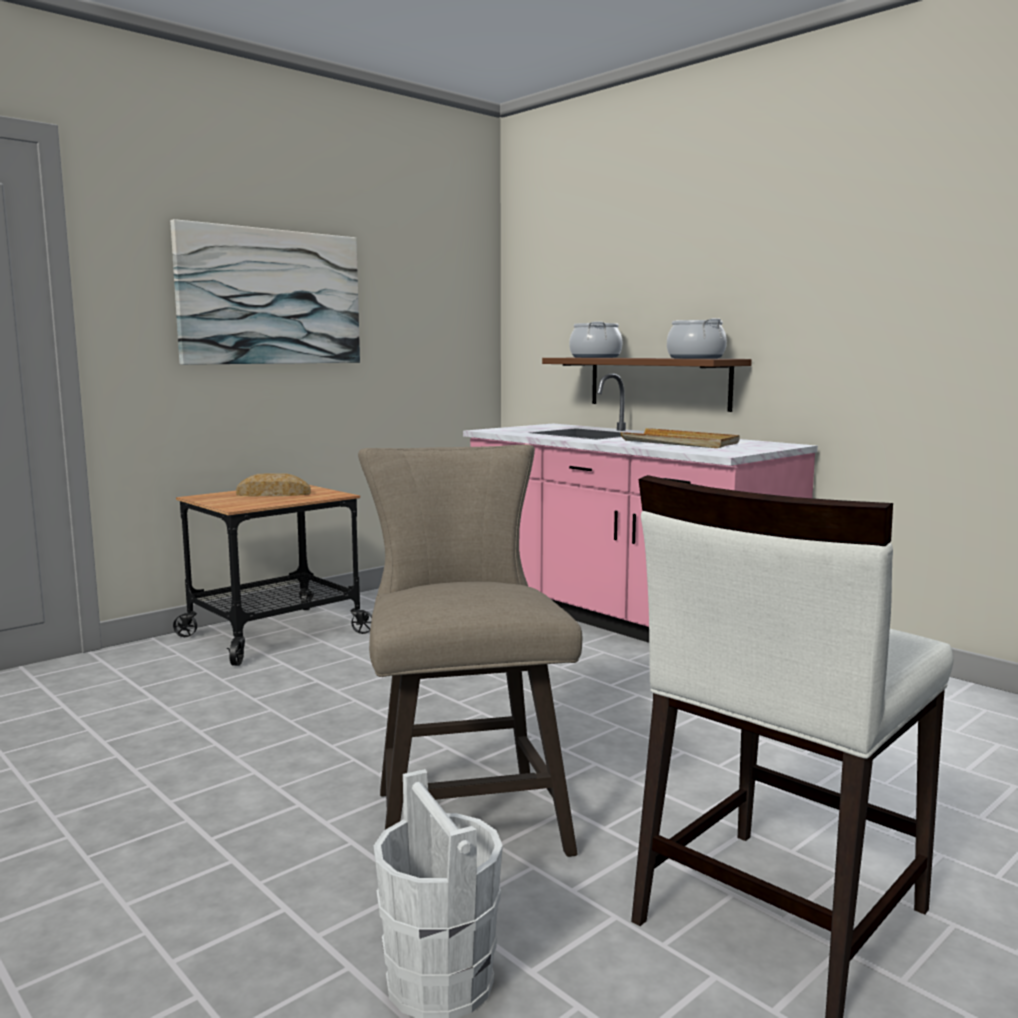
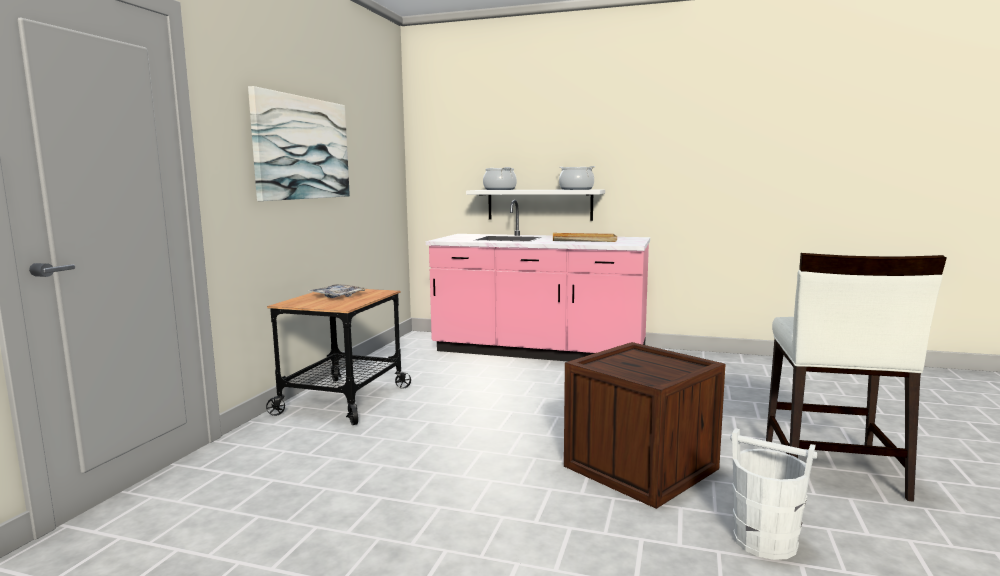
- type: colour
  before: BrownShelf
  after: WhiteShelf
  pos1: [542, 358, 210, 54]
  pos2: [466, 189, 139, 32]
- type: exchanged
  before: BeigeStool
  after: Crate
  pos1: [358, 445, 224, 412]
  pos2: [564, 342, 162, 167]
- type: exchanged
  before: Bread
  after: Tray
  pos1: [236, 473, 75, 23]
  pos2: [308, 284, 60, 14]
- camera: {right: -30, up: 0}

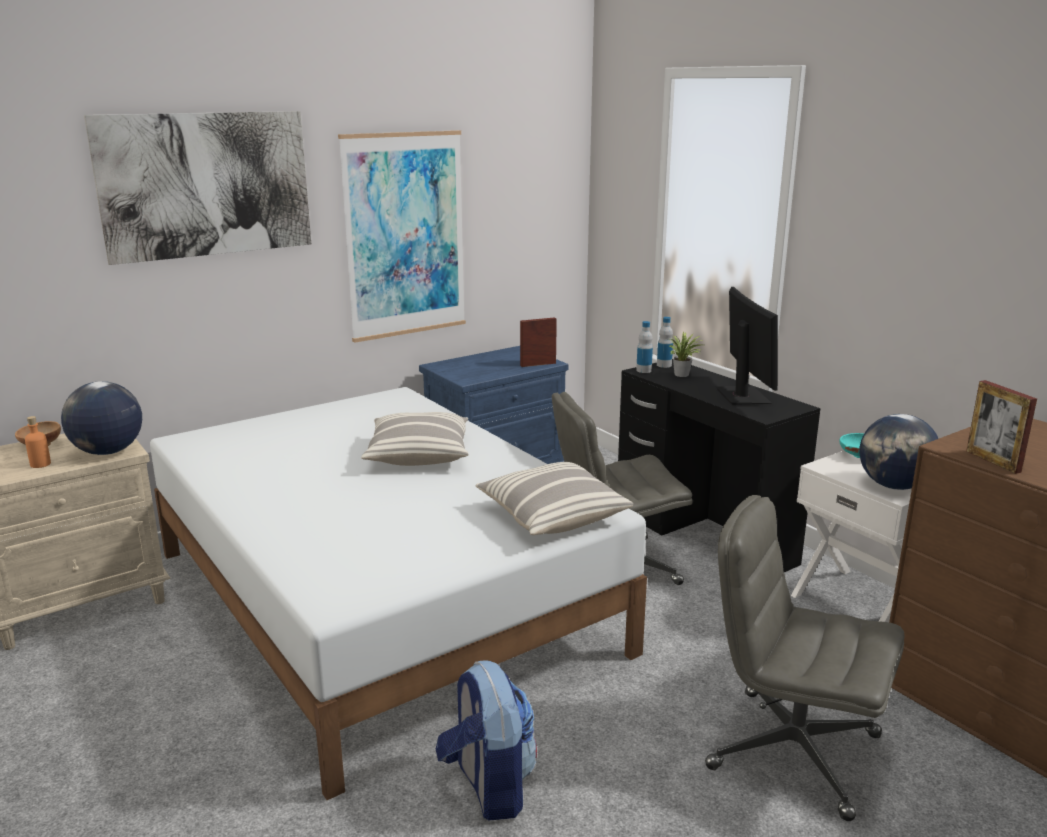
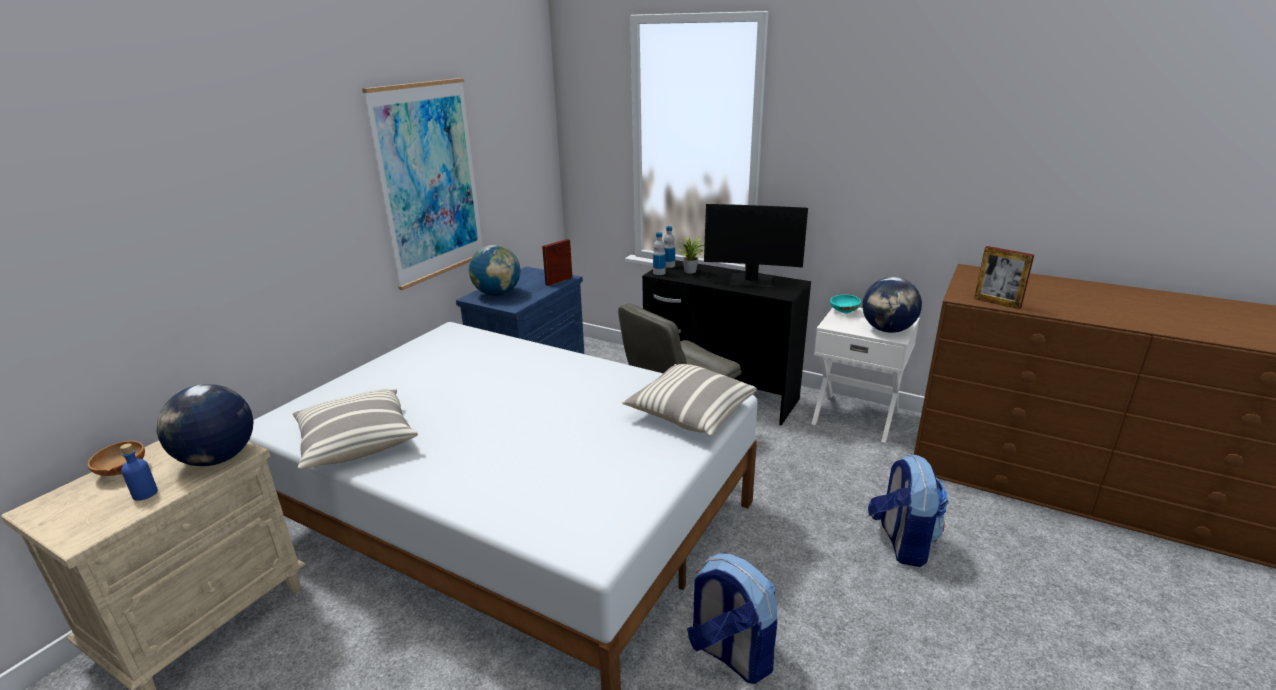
- type: missing
  before: Picture
  pos1: [84, 111, 227, 154]
- type: spun
  before: Monitor
  pos1: [715, 287, 63, 118]
  pos2: [704, 204, 104, 84]
  turn: 135
- type: relocated
  before: Pillow
  pos1: [361, 412, 108, 54]
  pos2: [293, 389, 125, 80]
- type: colour
  before: OrangeBottle
  after: BlueBottle
  pos1: [25, 416, 26, 52]
  pos2: [120, 443, 38, 58]
- type: exchanged
  before: GreyOfficeChair
  after: Backpack
  pos1: [705, 495, 200, 326]
  pos2: [868, 454, 81, 113]
- type: appeared
  after: Globe
  pos2: [469, 245, 51, 51]
- camera: {right: -25, up: 5}

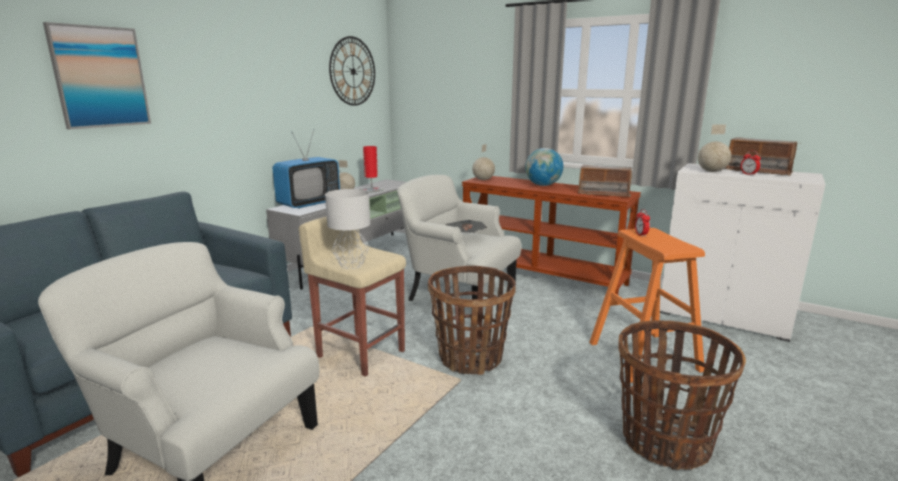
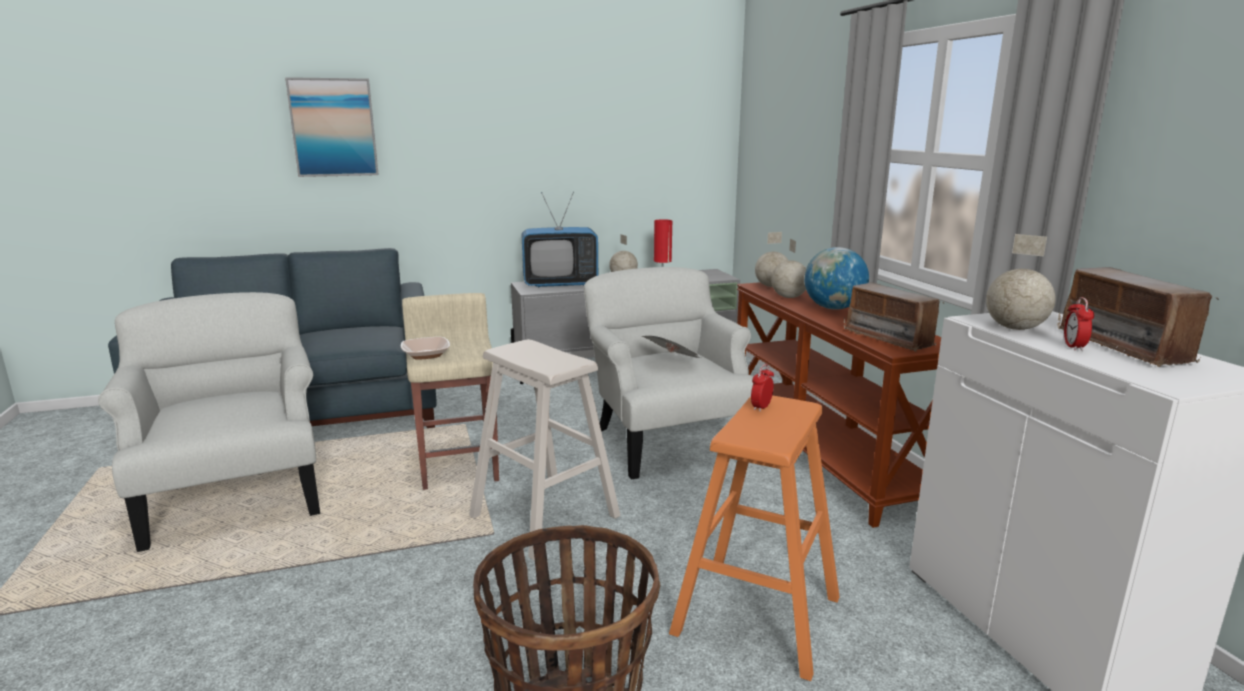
- type: missing
  before: WallClock
  pos1: [329, 36, 46, 70]
- type: exchanged
  before: GreyTableLamp
  after: Bowl
  pos1: [325, 189, 45, 80]
  pos2: [401, 337, 49, 23]
- type: exchanged
  before: Basket
  after: BeigeStool
  pos1: [428, 266, 88, 109]
  pos2: [469, 339, 152, 222]
- type: appeared
  after: Globe
  pos2: [771, 239, 35, 59]
- camera: {right: 40, up: 0}

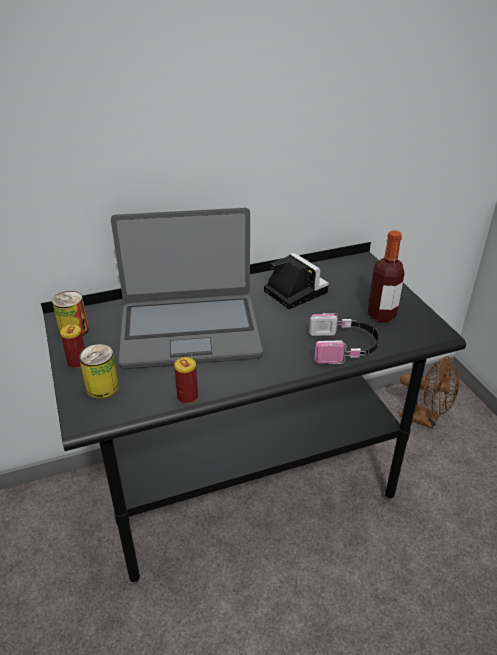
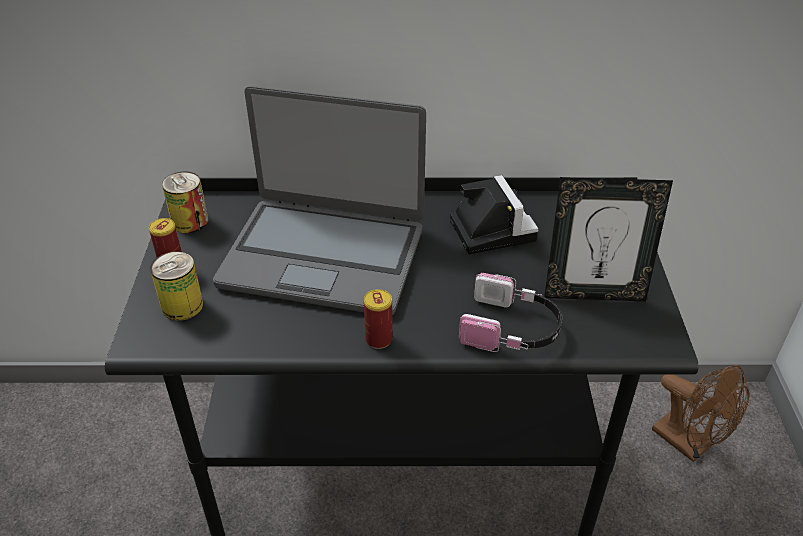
- type: exchanged
  before: Bottle
  after: PictureFrame
  pos1: [368, 230, 37, 92]
  pos2: [544, 177, 129, 124]
- type: relocated
  before: Can
  pos1: [174, 357, 24, 47]
  pos2: [364, 289, 29, 60]
- camera: {right: 20, up: 5}

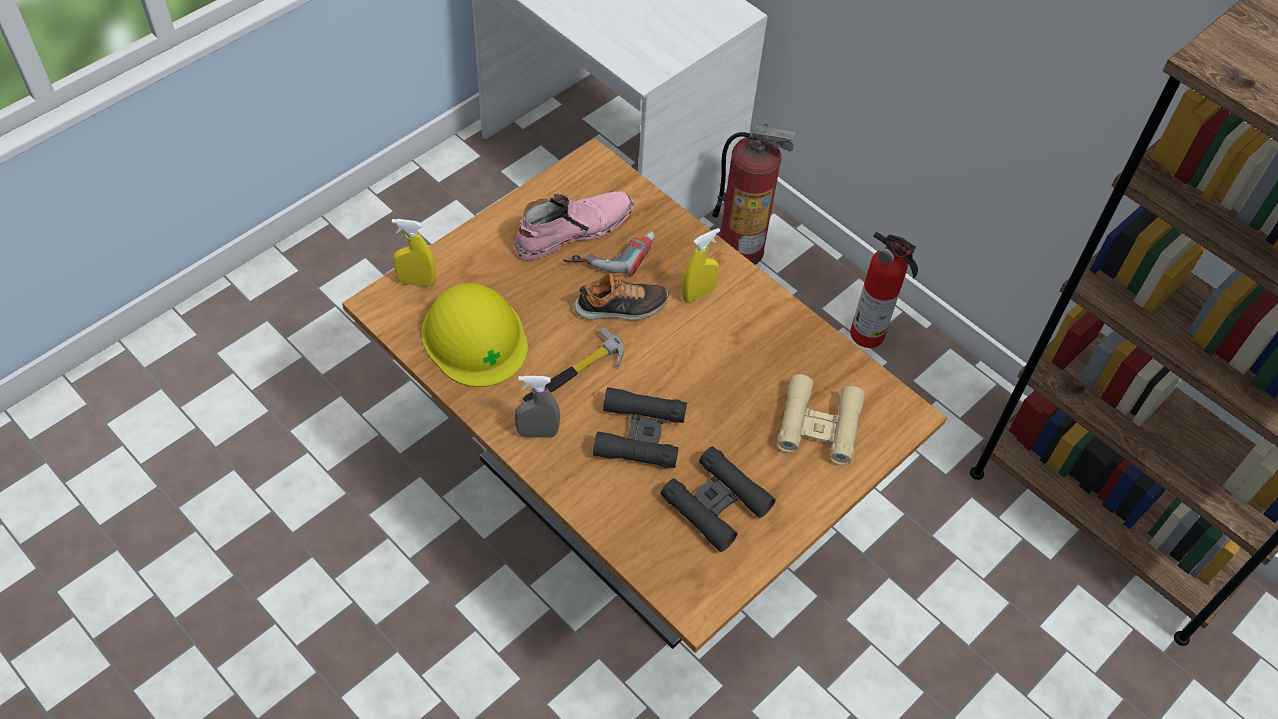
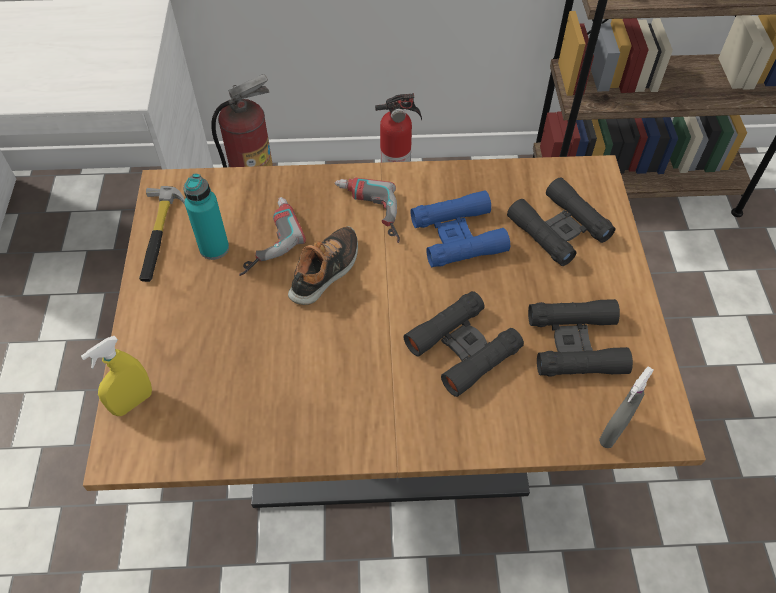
- type: exchanged
  before: PinkBoot
  after: TurquoiseBottle
  pos1: [514, 191, 119, 69]
  pos2: [184, 174, 45, 86]
- type: exchanged
  before: YellowSprayBottle
  after: PowerDrill
  pos1: [682, 228, 38, 75]
  pos2: [335, 177, 65, 66]
- type: missing
  before: YellowHardHat
  pos1: [422, 283, 106, 104]
- type: relocated
  before: Hammer
  pos1: [523, 327, 101, 75]
  pos2: [139, 186, 46, 96]
- type: colour
  before: BeigeBinoculars
  after: BlackBinoculars
  pos1: [777, 374, 88, 91]
  pos2: [507, 178, 108, 88]
- type: relocated
  before: GreySprayBottle
  pos1: [514, 376, 46, 62]
  pos2: [599, 366, 55, 82]
- type: appeared
  after: BlueBinoculars
  pos2: [410, 190, 100, 77]
- camera: {right: -45, up: 0}

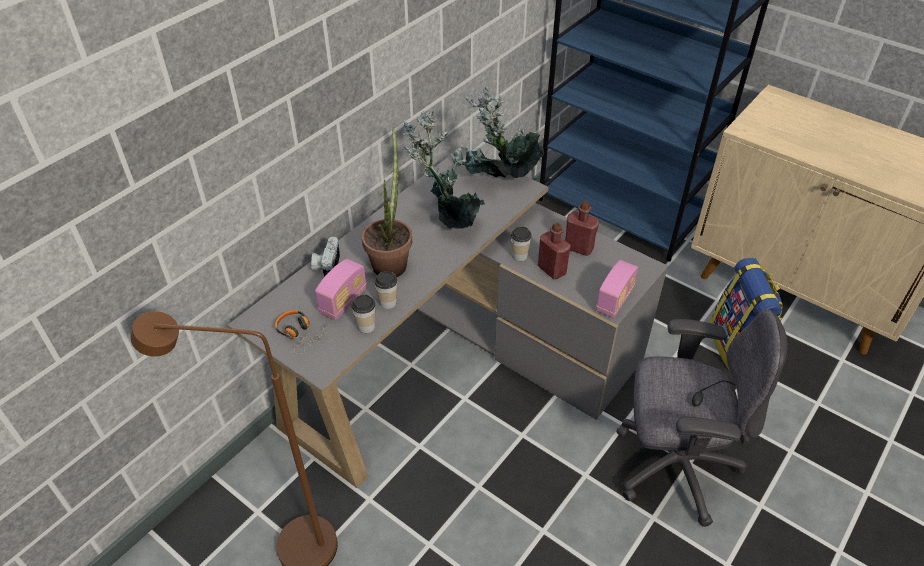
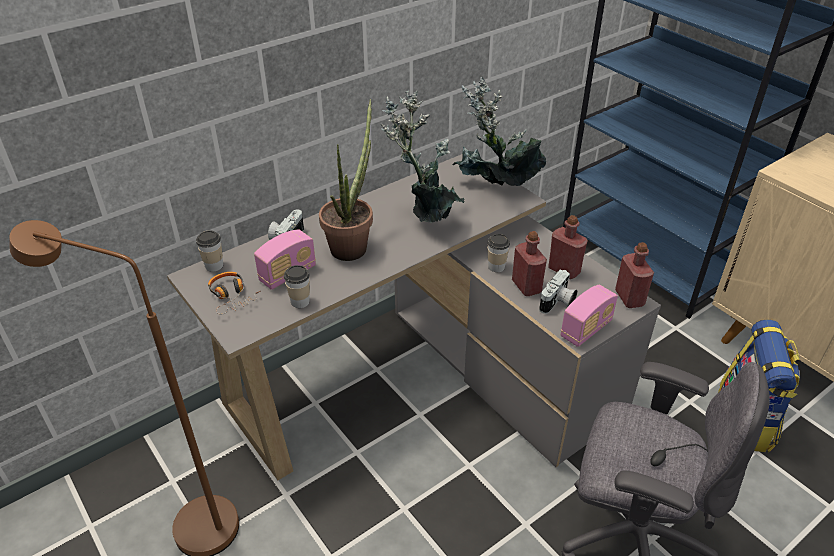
- type: relocated
  before: Cup
  pos1: [374, 271, 24, 38]
  pos2: [196, 231, 27, 41]
- type: appeared
  after: RedBottle
  pos2: [615, 242, 39, 66]
- type: appeared
  after: PhotoCamera
  pos2: [539, 270, 38, 44]
- camera: {right: 15, up: -5}

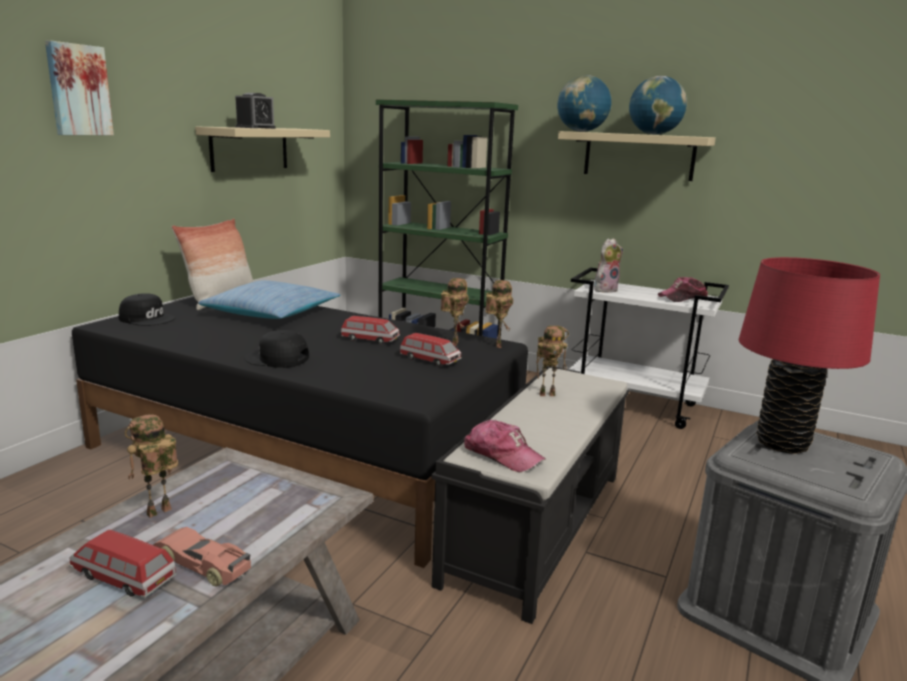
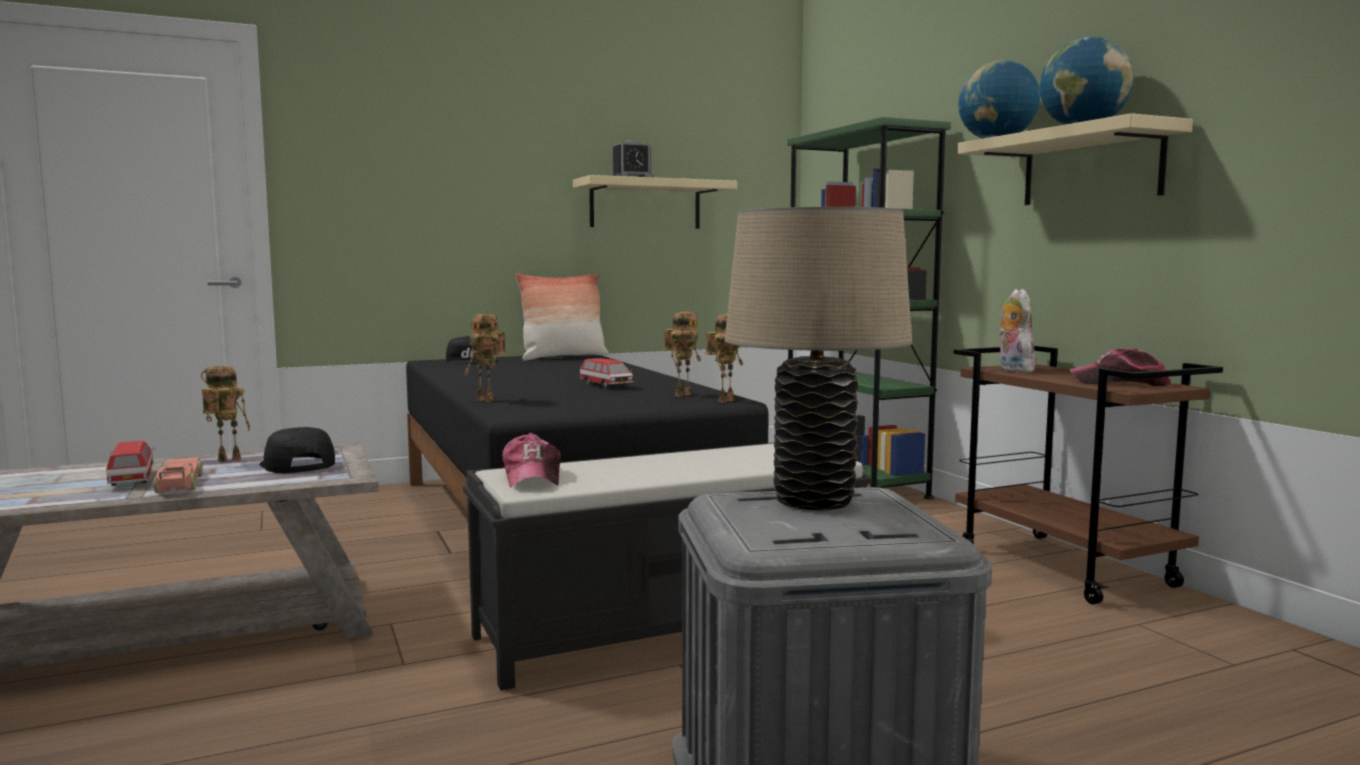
- type: missing
  before: Picture
  pos1: [45, 40, 69, 95]
- type: spun
  before: PlushToy
  pos1: [594, 238, 29, 55]
  pos2: [998, 289, 37, 83]
  turn: -105
- type: colour
  before: RedTableLamp
  after: BeigeTableLamp
  pos1: [738, 257, 142, 197]
  pos2: [725, 207, 187, 304]
- type: colour
  before: WhiteCart
  after: BrownCart
  pos1: [569, 267, 160, 162]
  pos2: [954, 346, 269, 258]
- type: missing
  before: Pillow
  pos1: [198, 280, 143, 39]
- type: relocated
  before: ToyRobot
  pos1: [536, 326, 33, 70]
  pos2: [464, 314, 42, 88]
- type: relocated
  before: BlackCap
  pos1: [244, 330, 65, 38]
  pos2: [260, 427, 75, 46]
- type: missing
  before: ToyCar
  pos1: [400, 333, 62, 34]
- camera: {right: 40, up: -10}

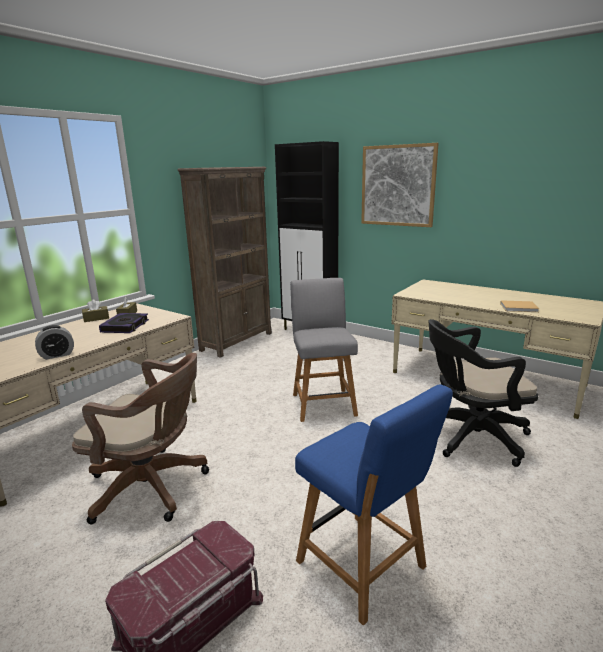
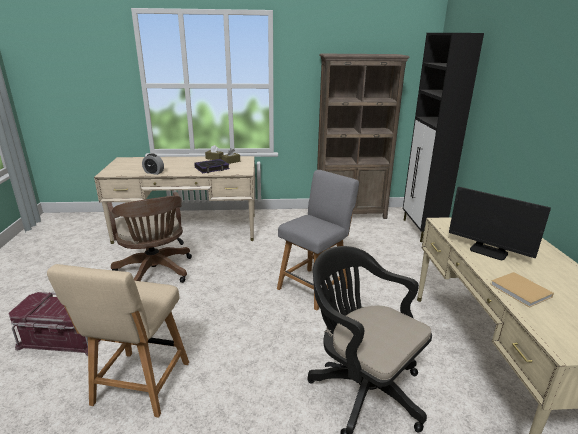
- type: missing
  before: Picture
  pos1: [361, 143, 78, 84]
- type: colour
  before: BlueChair
  after: BeigeChair
  pos1: [295, 384, 158, 241]
  pos2: [47, 264, 142, 153]
- type: appeared
  after: Monitor
  pos2: [449, 187, 102, 73]
- camera: {right: 50, up: 5}

